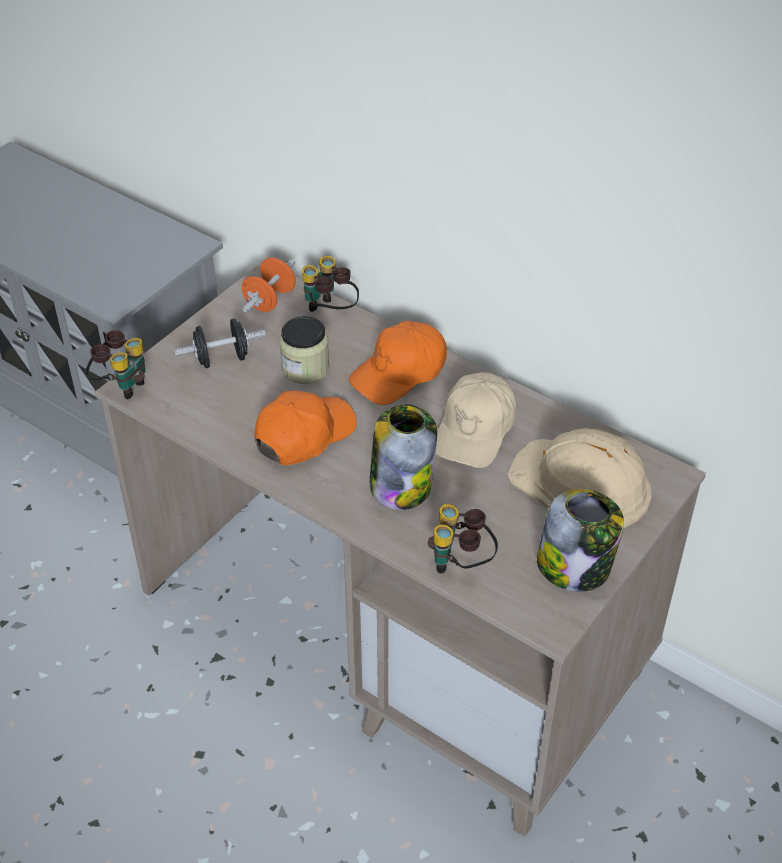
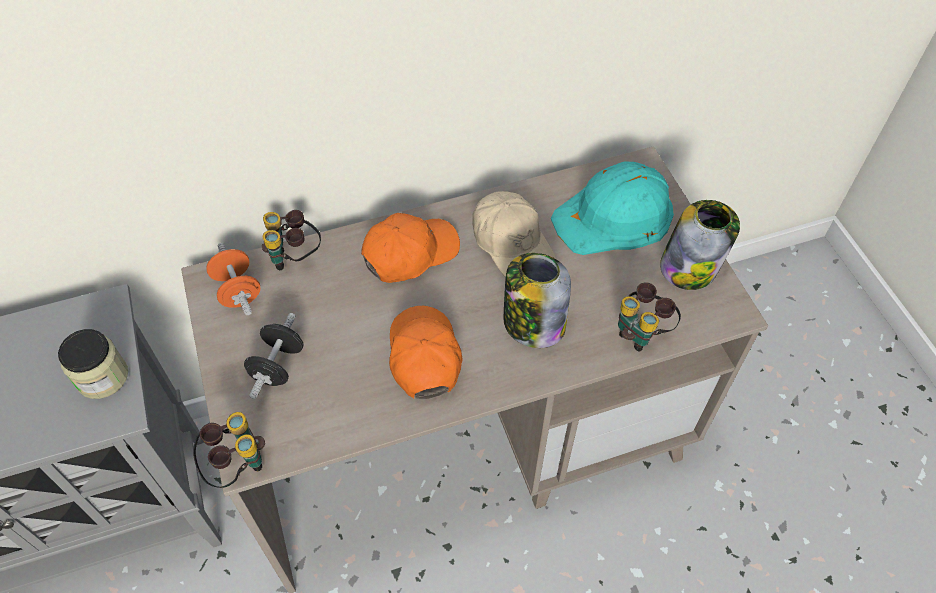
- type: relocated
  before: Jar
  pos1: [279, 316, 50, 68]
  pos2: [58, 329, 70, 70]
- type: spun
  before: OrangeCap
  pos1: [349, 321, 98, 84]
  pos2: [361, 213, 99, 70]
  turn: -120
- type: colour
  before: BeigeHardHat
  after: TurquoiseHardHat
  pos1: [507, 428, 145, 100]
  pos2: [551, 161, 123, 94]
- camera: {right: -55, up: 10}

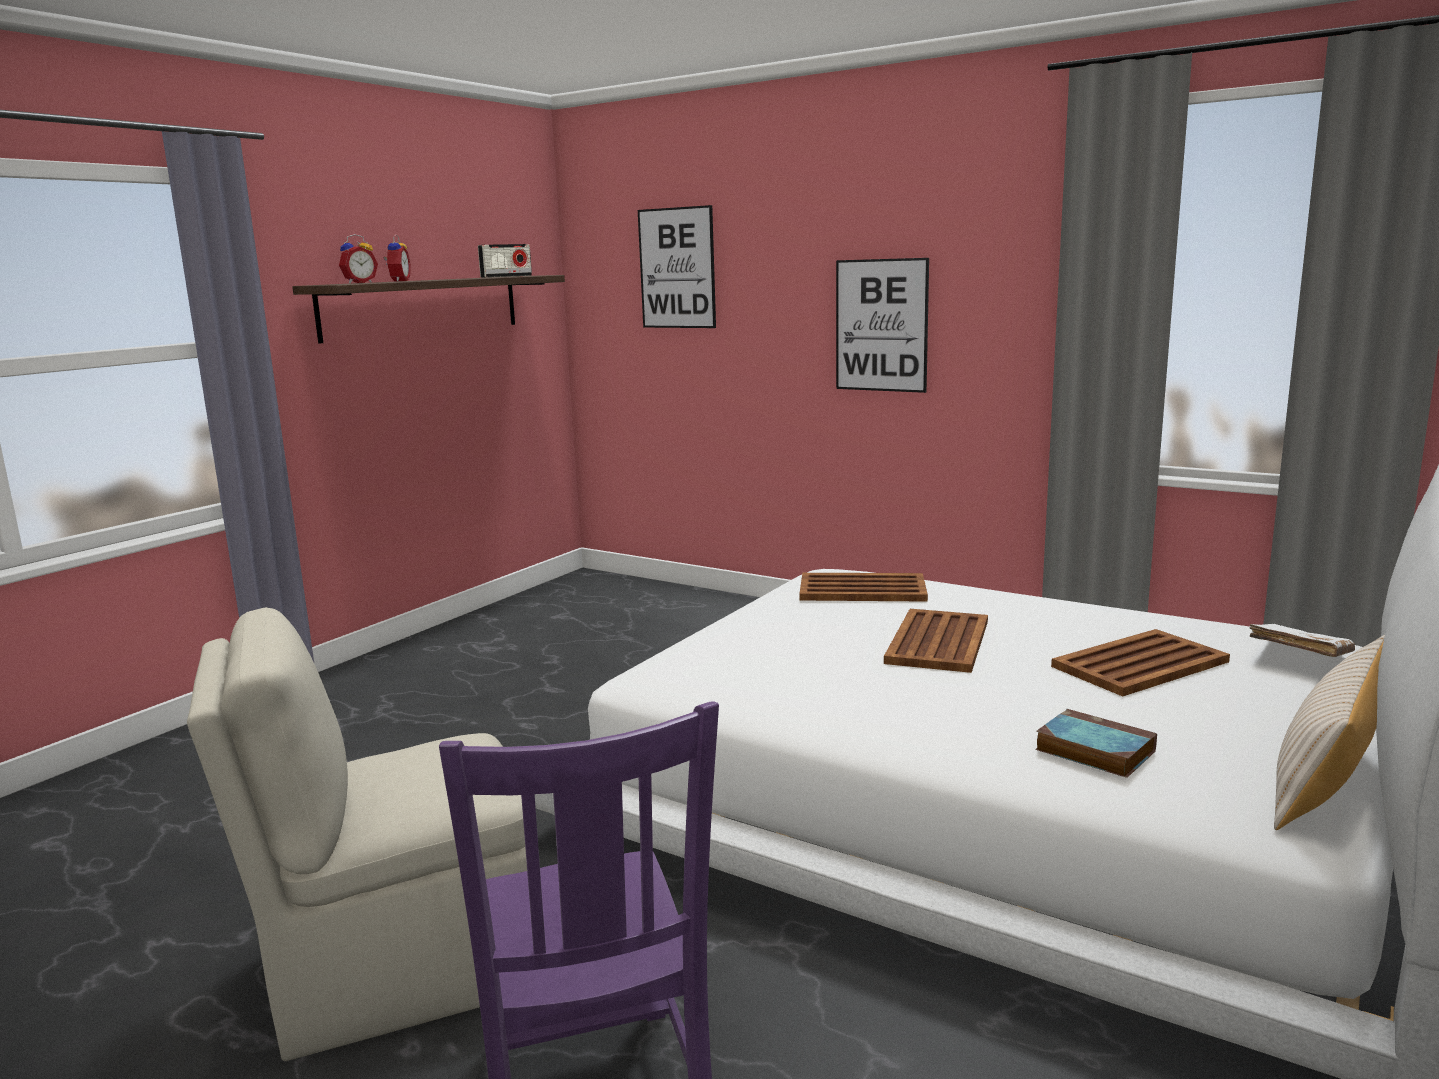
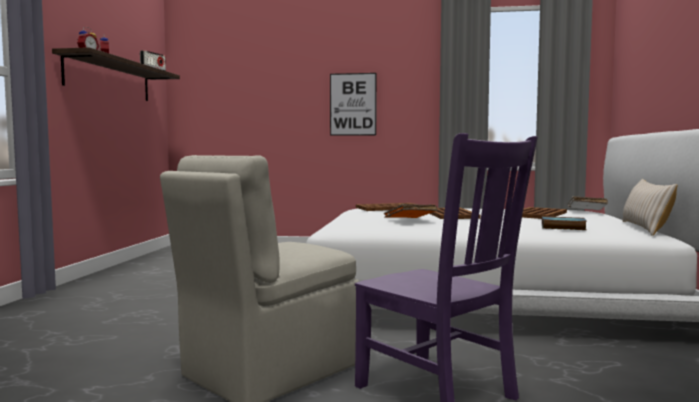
- type: missing
  before: Picture
  pos1: [638, 205, 78, 123]
- type: appeared
  after: OrangeBook
  pos2: [384, 204, 53, 14]
- camera: {right: -25, up: -10}

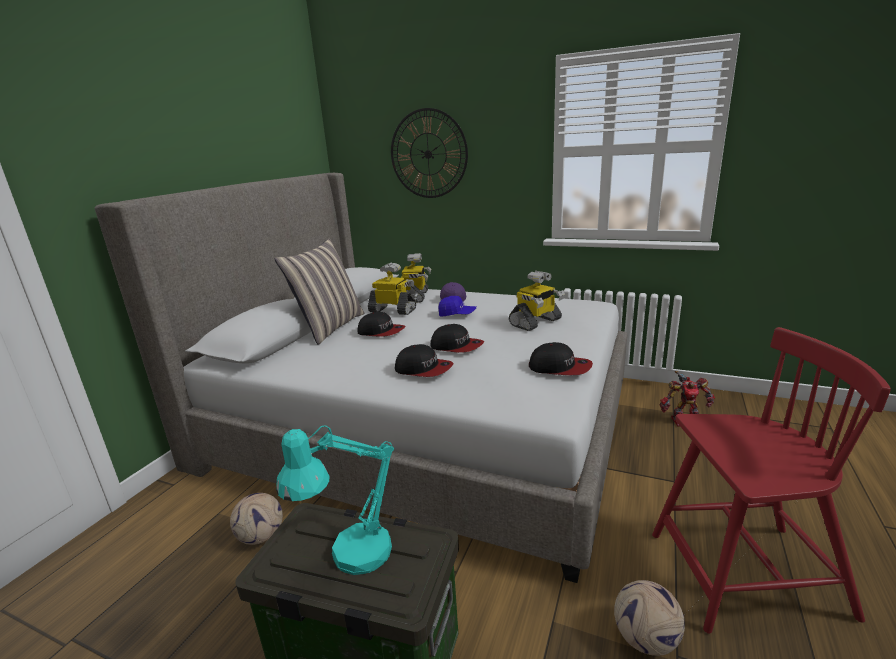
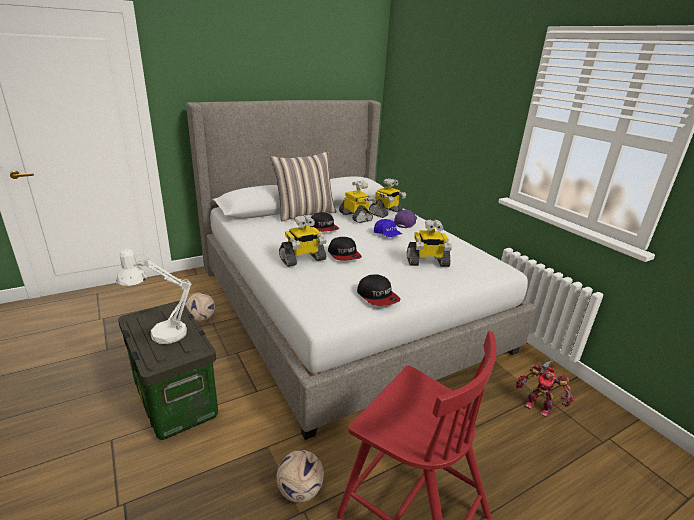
- type: missing
  before: WallClock
  pos1: [391, 108, 77, 90]
- type: exchanged
  before: Cap
  after: ToyRobot
  pos1: [395, 344, 59, 33]
  pos2: [279, 215, 48, 52]
- type: colour
  before: TurquoiseTableLamp
  after: WhiteTableLamp
  pos1: [276, 425, 118, 150]
  pos2: [117, 249, 74, 95]
- camera: {right: 35, up: 5}

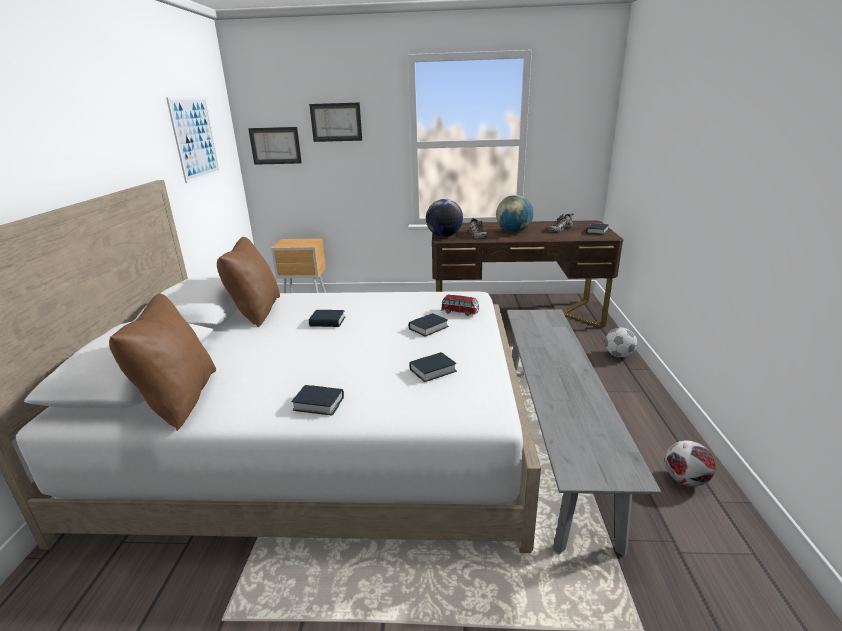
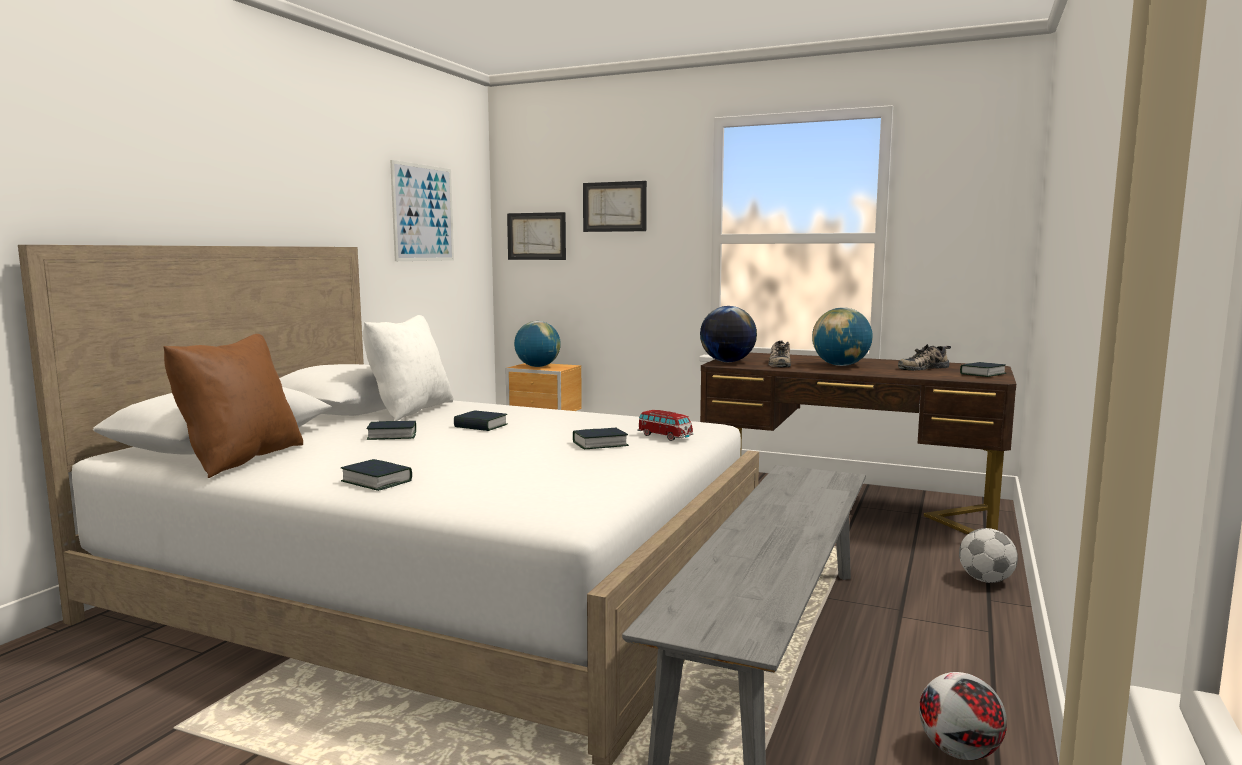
- type: colour
  before: BrownPillow
  after: WhitePillow
  pos1: [217, 237, 63, 90]
  pos2: [363, 315, 90, 106]
- type: relocated
  before: Book
  pos1: [409, 352, 48, 30]
  pos2: [367, 421, 49, 19]
- type: appeared
  after: Globe
  pos2: [514, 321, 47, 46]
- camera: {right: 20, up: -15}

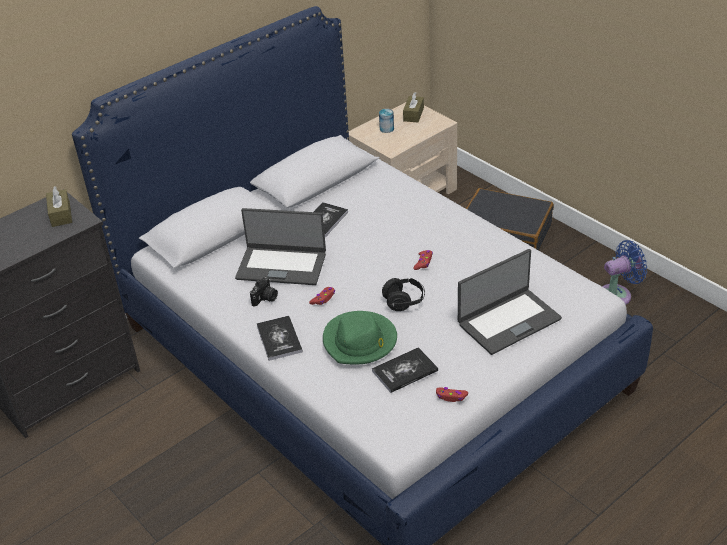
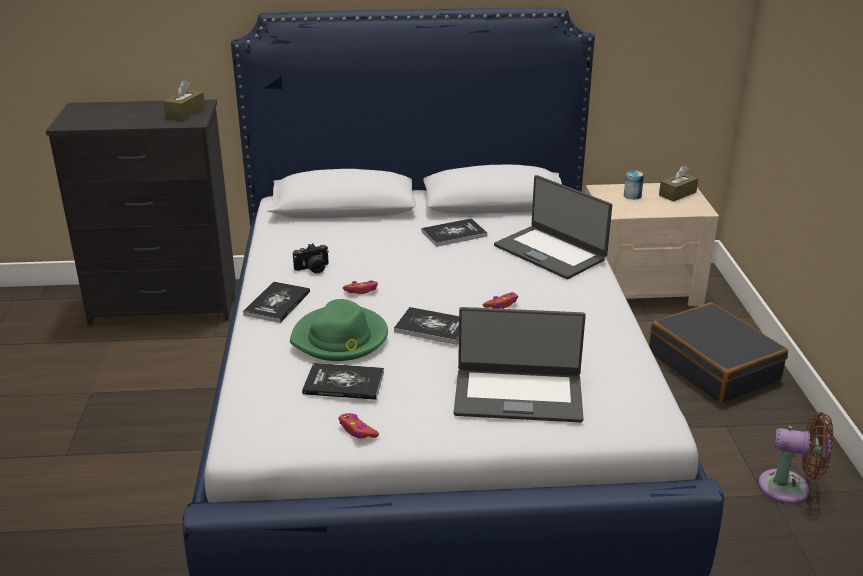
- type: relocated
  before: Laptop
  pos1: [235, 208, 91, 77]
  pos2: [494, 175, 118, 104]
- type: colour
  before: BlueFan
  after: BrownFan
  pos1: [602, 240, 45, 65]
  pos2: [758, 412, 75, 92]
- type: exchanged
  before: BlackHeadphones
  after: Book
  pos1: [382, 278, 43, 33]
  pos2: [394, 307, 65, 38]
- camera: {right: 35, up: -10}

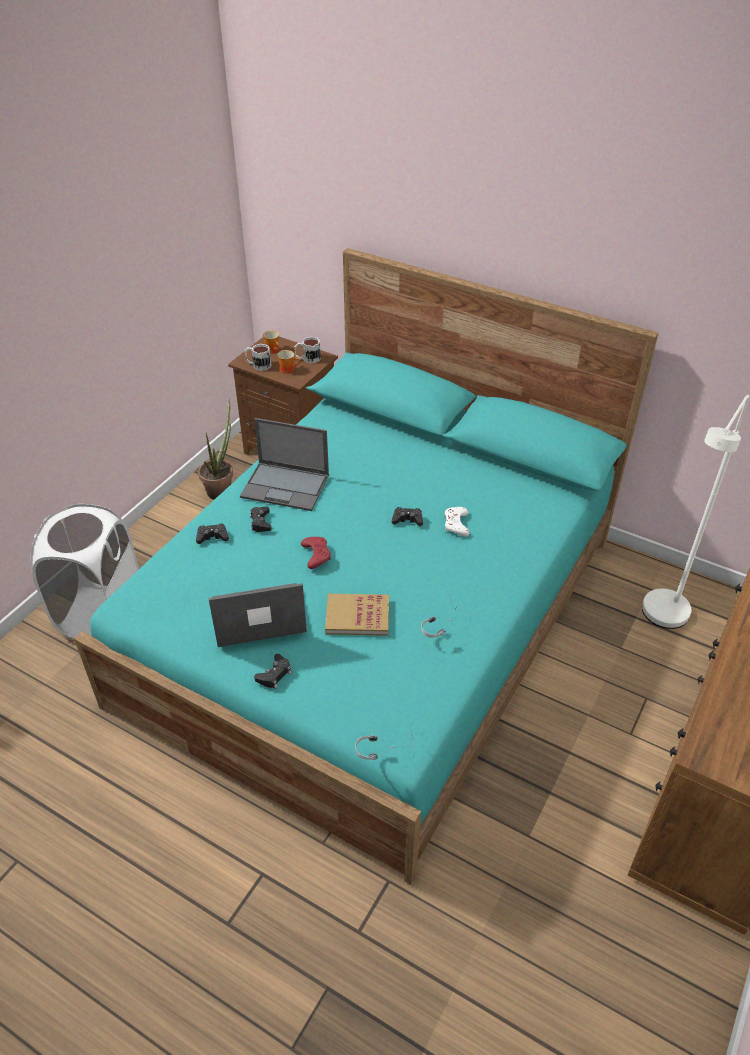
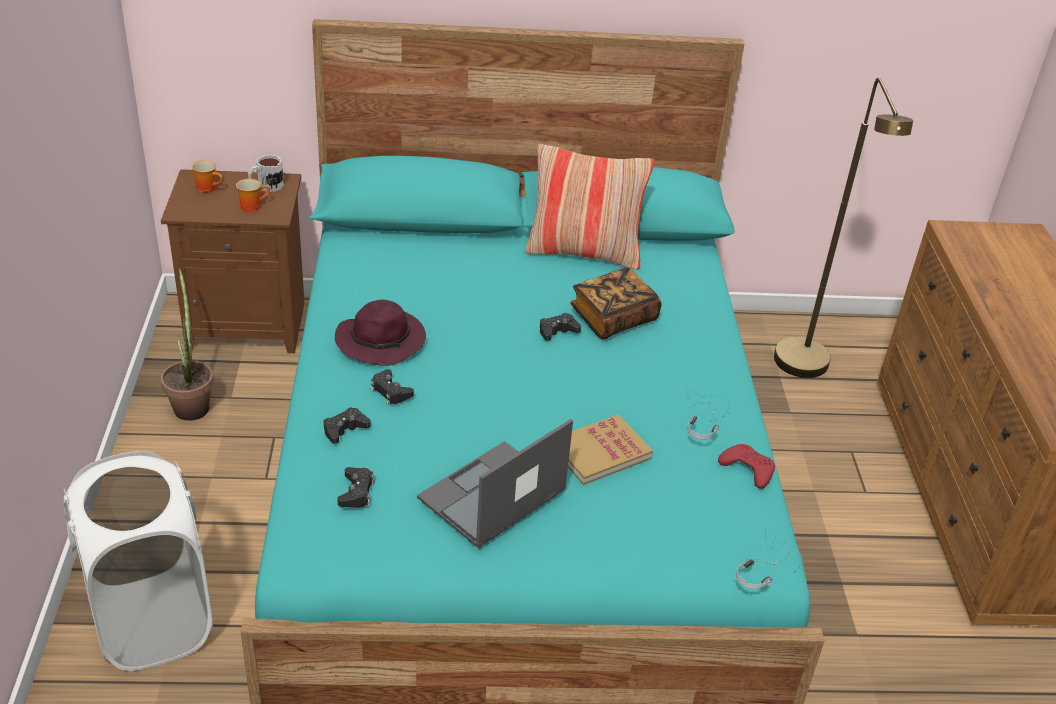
- type: missing
  before: Mug
  pos1: [245, 344, 26, 27]
- type: colour
  before: WhiteFloorLamp
  after: BrownFloorLamp
  pos1: [642, 395, 107, 234]
  pos2: [774, 78, 139, 300]
- type: exchanged
  before: Laptop
  after: PurpleHat
  pos1: [240, 418, 89, 93]
  pos2: [335, 300, 91, 66]
- type: exchanged
  before: WhiteGameController
  after: Book
  pos1: [445, 507, 25, 30]
  pos2: [570, 267, 91, 73]
- type: relocated
  before: RedGameController
  pos1: [301, 537, 30, 32]
  pos2: [718, 444, 57, 45]
- type: relocated
  before: BlackGameController
  pos1: [254, 654, 37, 35]
  pos2: [337, 467, 38, 41]
- type: appeared
  after: Pillow
  pos2: [525, 144, 130, 126]
- camera: {right: -35, up: -5}

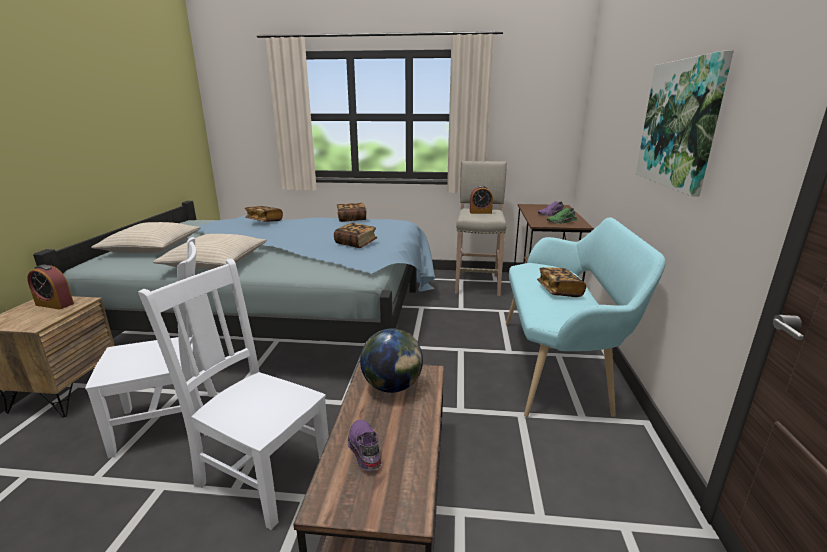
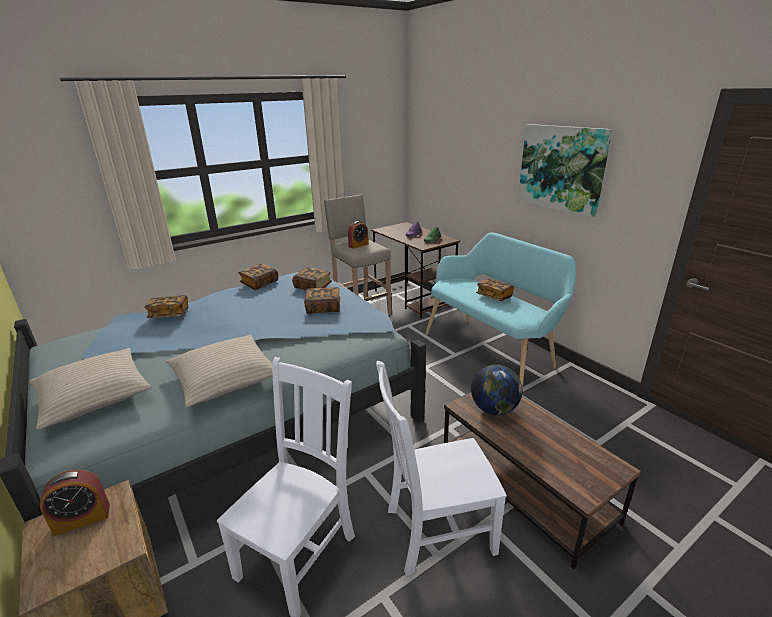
- type: missing
  before: PurpleShoe
  pos1: [348, 420, 33, 51]
- type: appeared
  after: Book
  pos2: [292, 267, 40, 23]
- camera: {right: -40, up: 5}

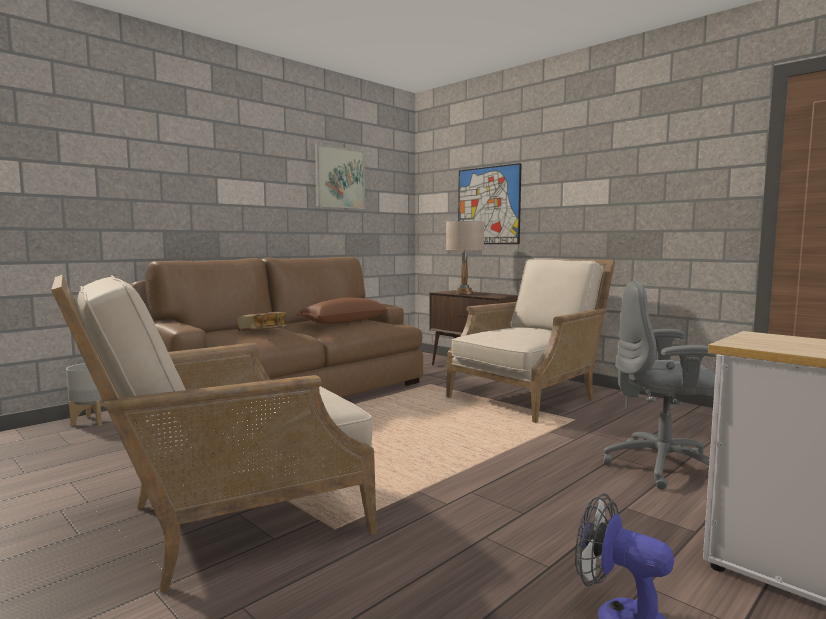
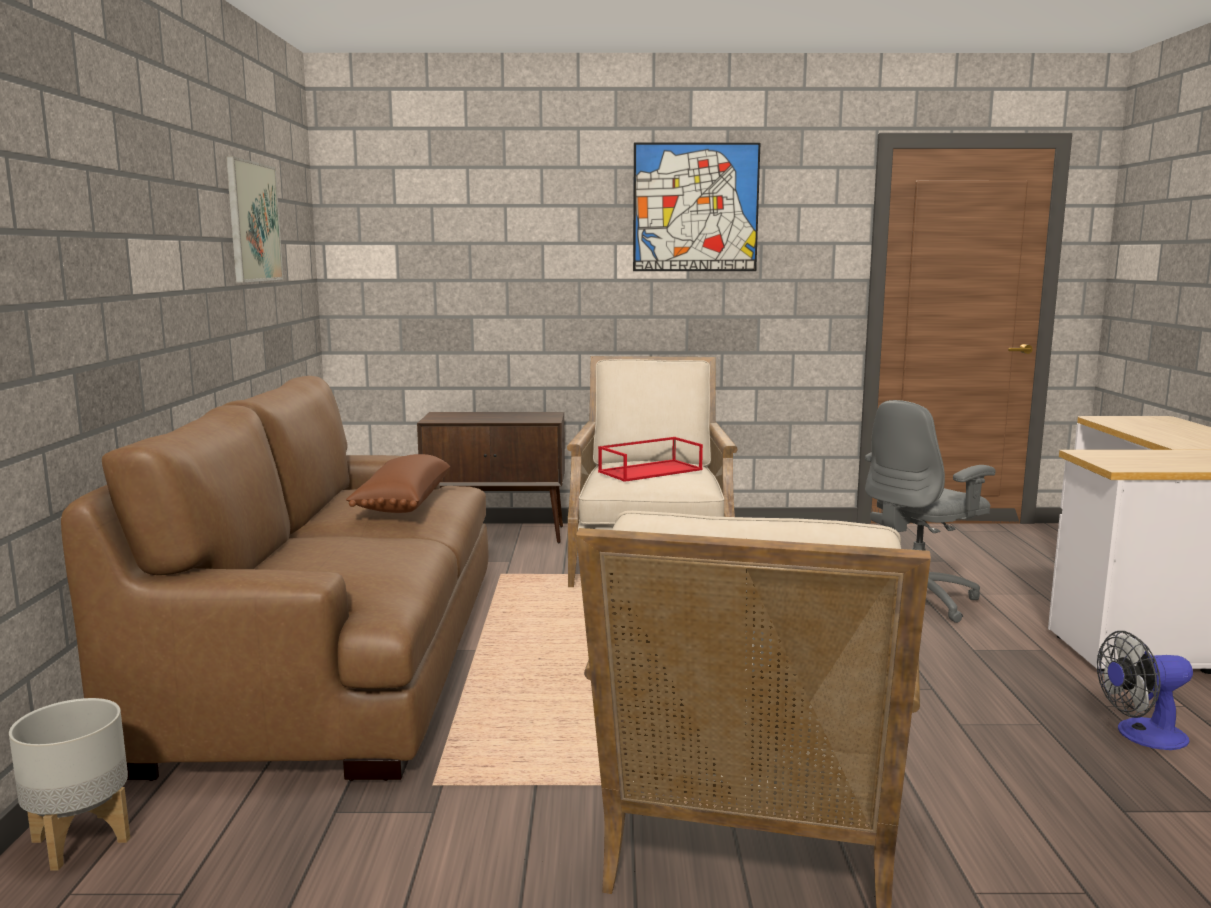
- type: relocated
  before: Picture
  pos1: [458, 163, 64, 81]
  pos2: [633, 143, 127, 128]
- type: missing
  before: BeigeTableLamp
  pos1: [446, 221, 38, 73]
- type: missing
  before: Book
  pos1: [237, 312, 50, 19]
- type: appeared
  after: RedTray
  pos2: [598, 437, 105, 45]
- camera: {right: -45, up: 5}

